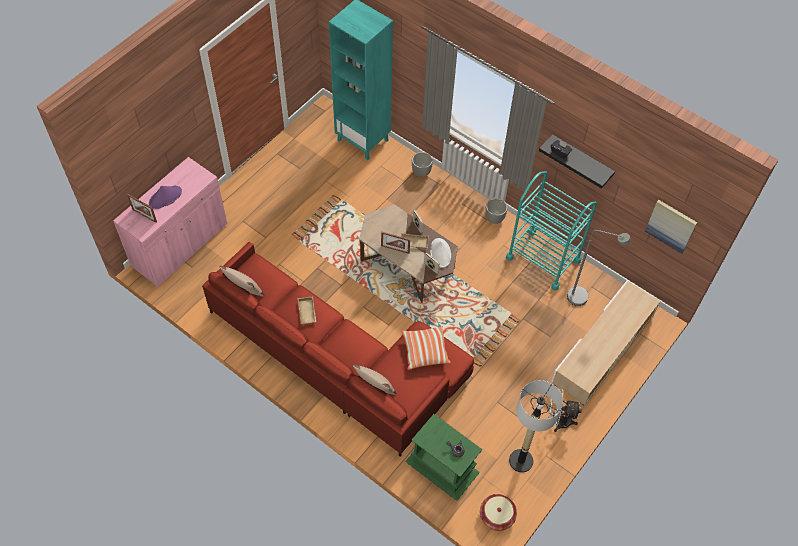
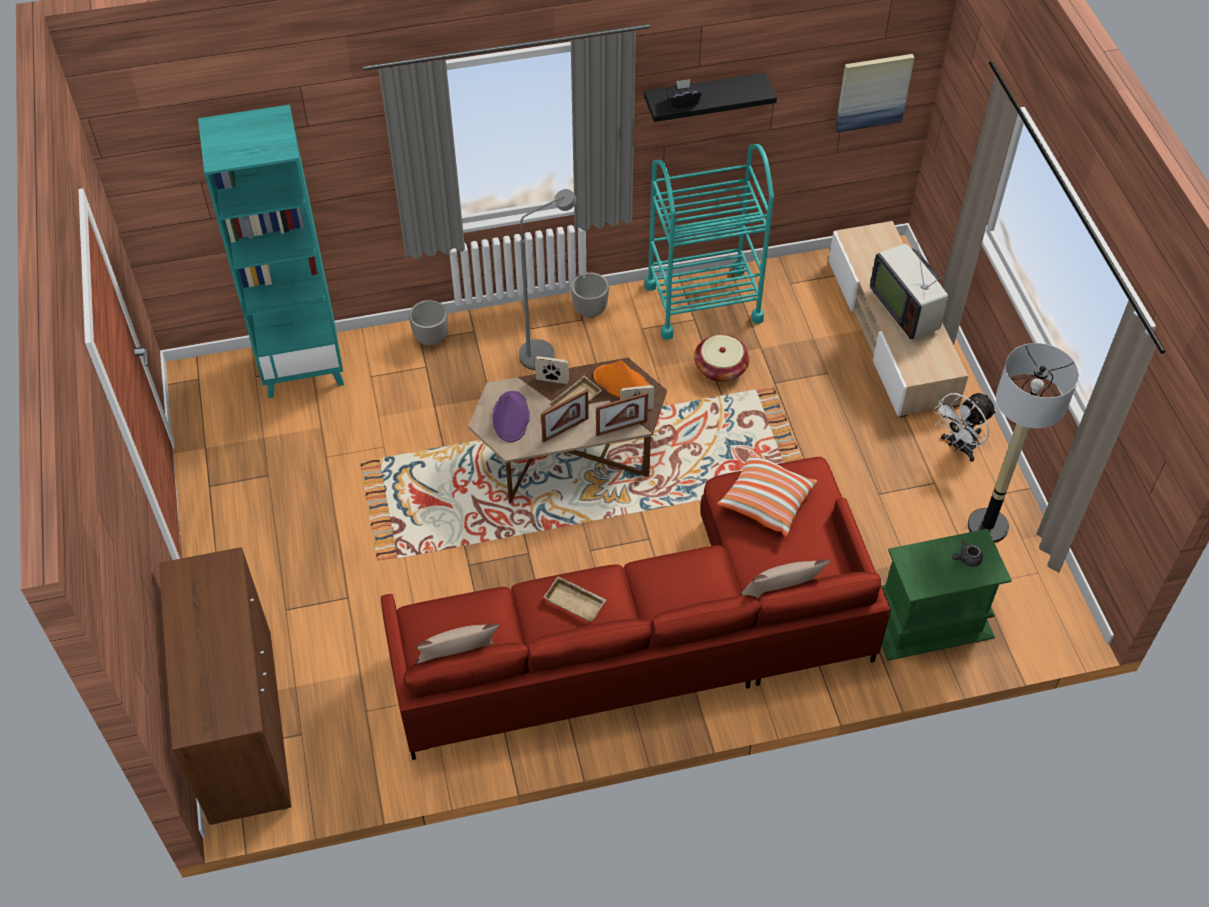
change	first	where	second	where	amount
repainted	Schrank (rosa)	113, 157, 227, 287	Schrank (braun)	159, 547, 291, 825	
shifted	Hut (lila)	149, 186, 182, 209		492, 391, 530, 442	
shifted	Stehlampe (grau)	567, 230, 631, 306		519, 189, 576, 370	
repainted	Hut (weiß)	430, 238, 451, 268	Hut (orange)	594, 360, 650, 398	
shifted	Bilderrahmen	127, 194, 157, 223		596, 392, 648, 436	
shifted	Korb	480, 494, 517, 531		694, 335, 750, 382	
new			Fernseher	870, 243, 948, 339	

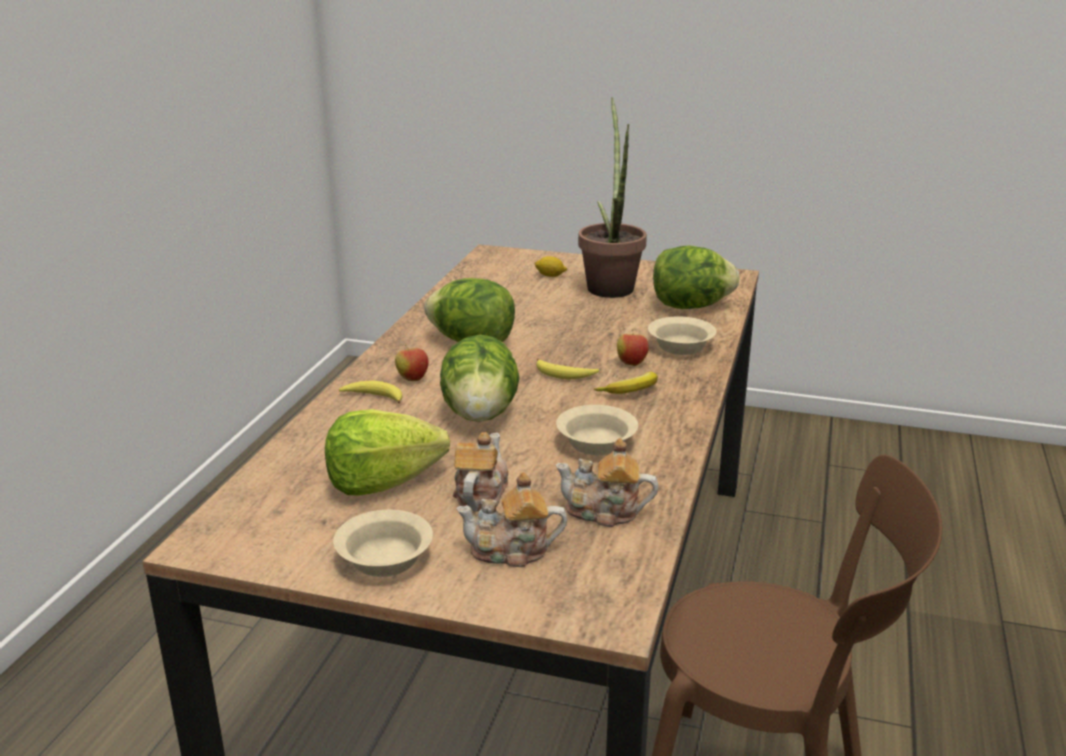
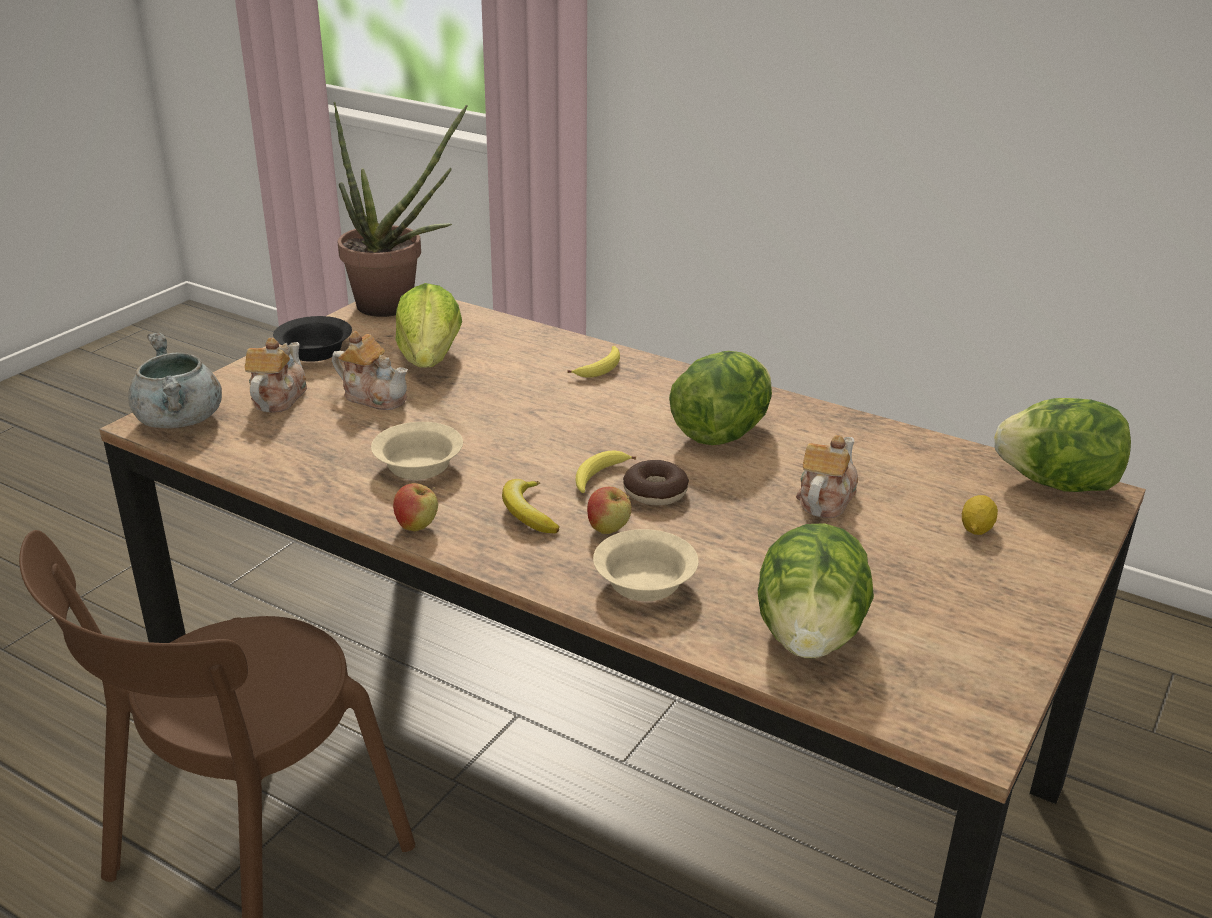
change	first	where	second	where	amount
new			Kochtopf (grau)	128, 333, 222, 428	
repainted	Schüssel (beige)	333, 510, 433, 577	Schüssel (schwarz)	273, 316, 352, 362	
shifted	Topfpflanze	578, 97, 647, 298		334, 102, 468, 317	
shifted	Apfel	395, 344, 429, 381		393, 483, 438, 531	
new			Donut	623, 460, 689, 505	
shifted	Teekanne	555, 438, 658, 527		796, 435, 858, 518	
shifted	Salatkopf	440, 335, 520, 422		994, 398, 1131, 492	

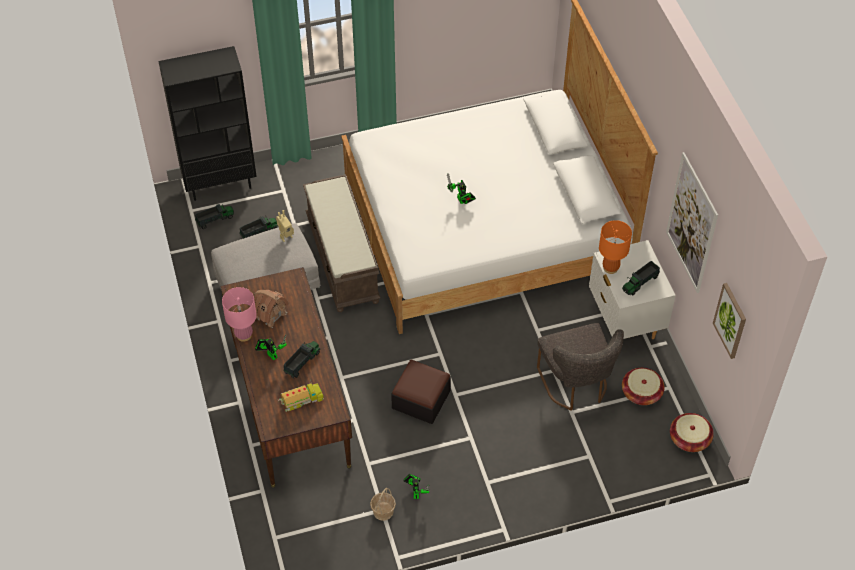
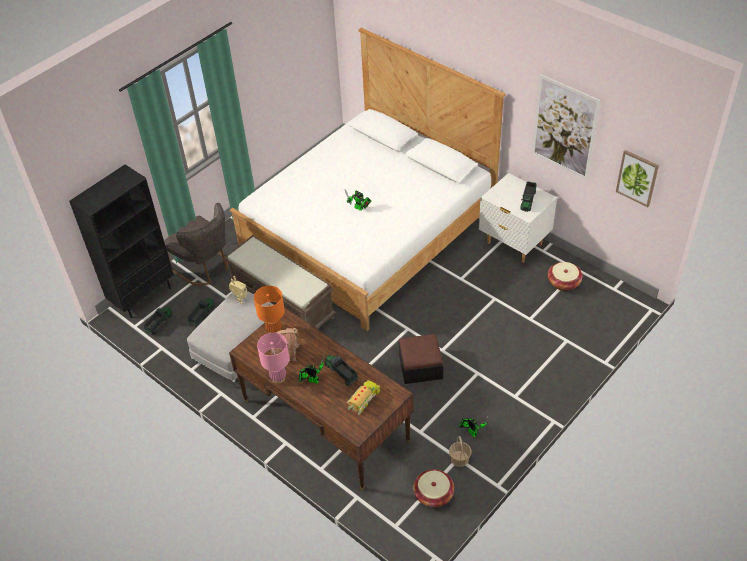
change	first	where	second	where	amount
shifted	Stuhl (grau)	537, 323, 624, 411		164, 203, 228, 285	
shifted	Tischlampe (orange)	599, 220, 632, 274		254, 286, 285, 333	
rotated	Spielzeuglaster	283, 341, 320, 378		325, 355, 358, 386	45 degrees counterclockwise
shifted	Korb	670, 413, 714, 452		413, 469, 454, 507	

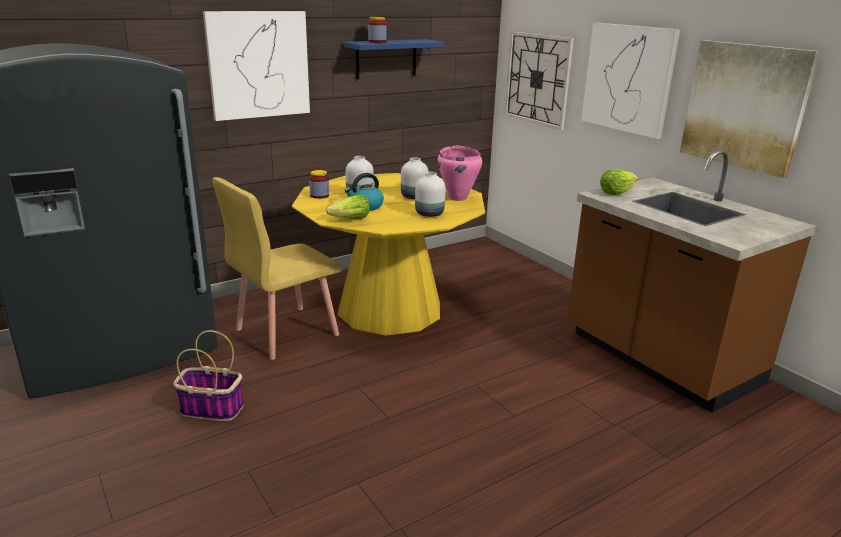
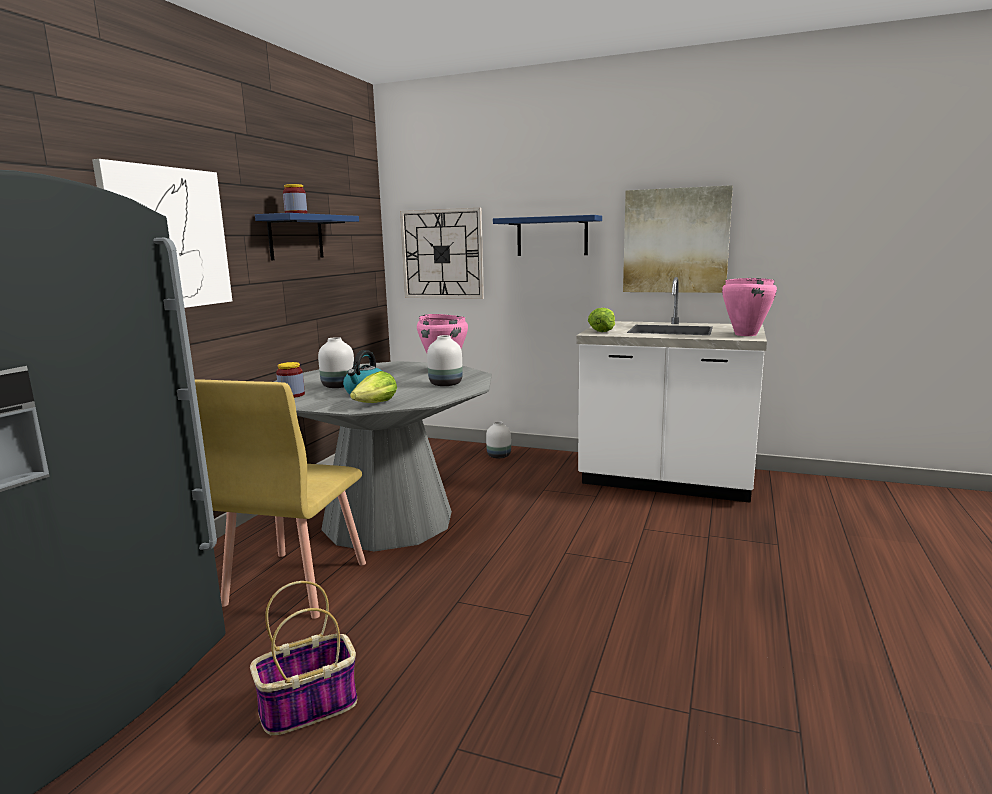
change	first	where	second	where	amount
repainted	Esstisch (gelb)	292, 173, 485, 336	Esstisch (grau)	274, 361, 492, 552	
shifted	Vase (weiß)	401, 157, 429, 199		486, 421, 511, 458	
swapped	Bild	581, 23, 680, 139	Wandregal (blau)	493, 215, 602, 256	
repainted	Küchenzeile (braun)	567, 150, 816, 413	Küchenzeile (weiß)	576, 277, 767, 503	
new			Kochtopf (rosa)	722, 278, 777, 336	

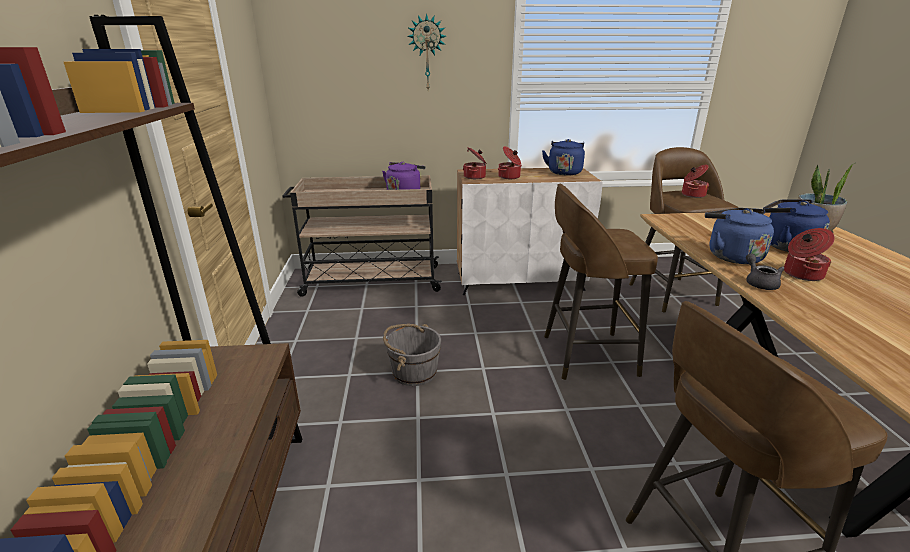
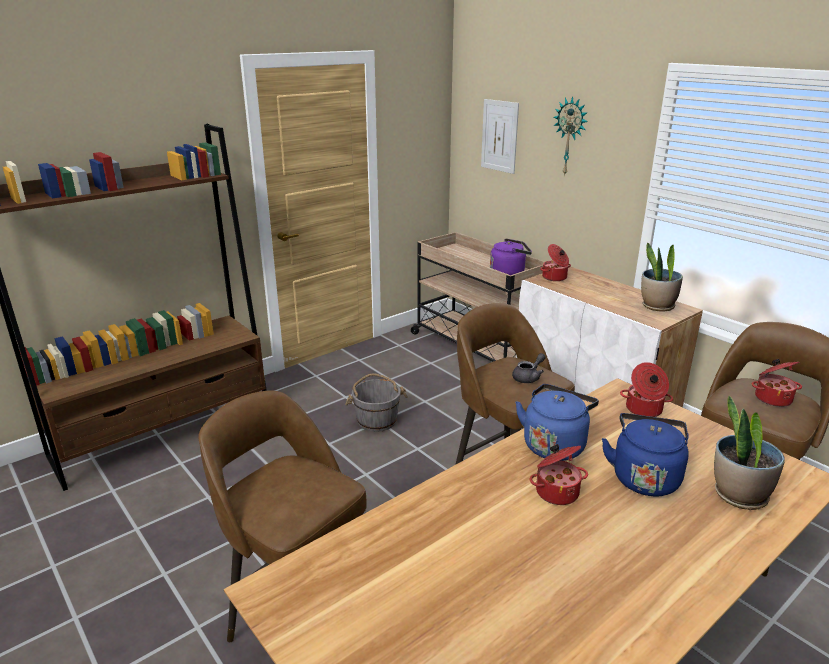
change	first	where	second	where	amount
new			Bild	481, 99, 519, 174	
shifted	Teekanne (grau)	746, 253, 785, 290		512, 353, 546, 383	
shifted	Kochtopf	498, 146, 522, 179		620, 362, 673, 417	
swapped	Wasserkessel (blau)	542, 139, 585, 176	Topfpflanze	641, 242, 683, 312	

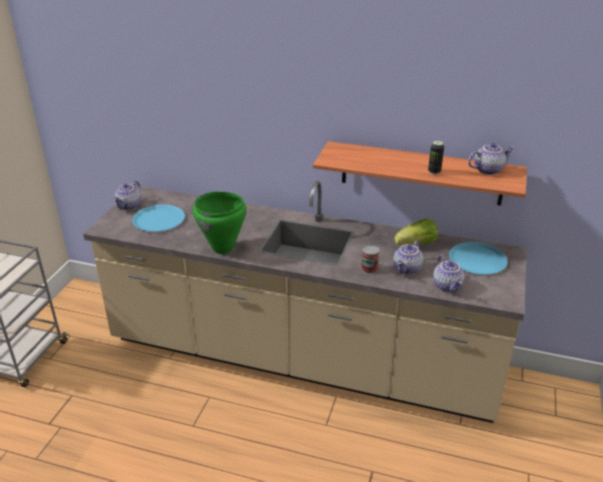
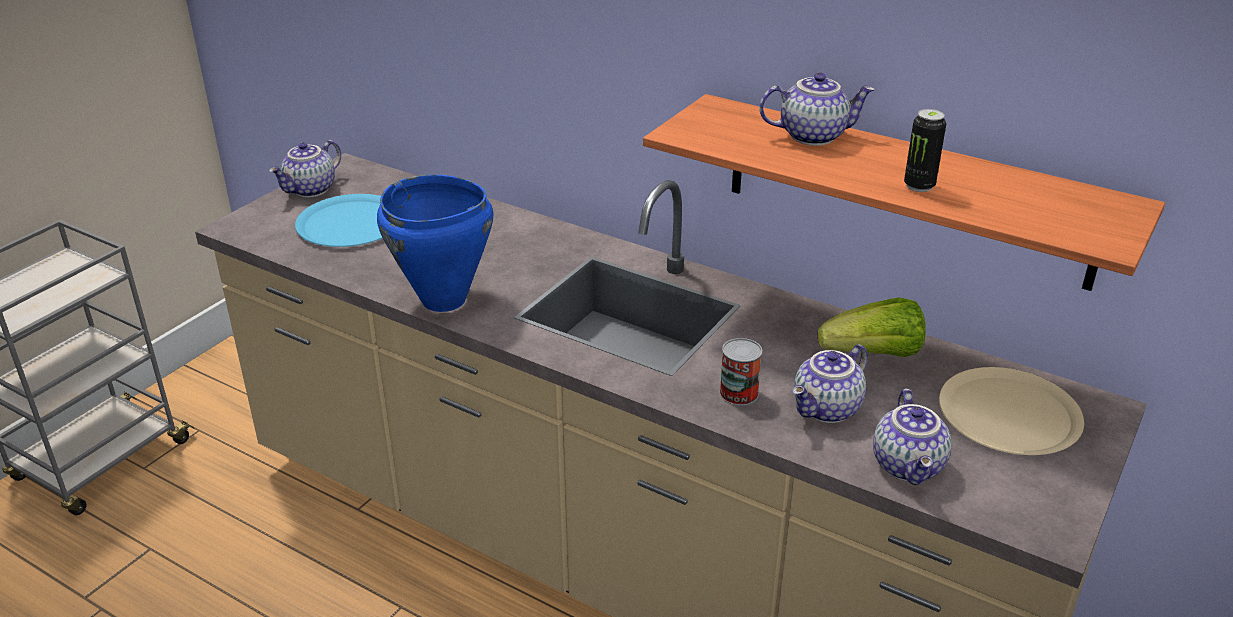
change	first	where	second	where	amount
repainted	Kochtopf (grün)	193, 191, 247, 254	Kochtopf (blau)	377, 175, 494, 312	
shifted	Teekanne	468, 143, 514, 175		759, 72, 875, 146	
repainted	Teller (blau)	449, 242, 508, 275	Teller (beige)	939, 367, 1084, 455	

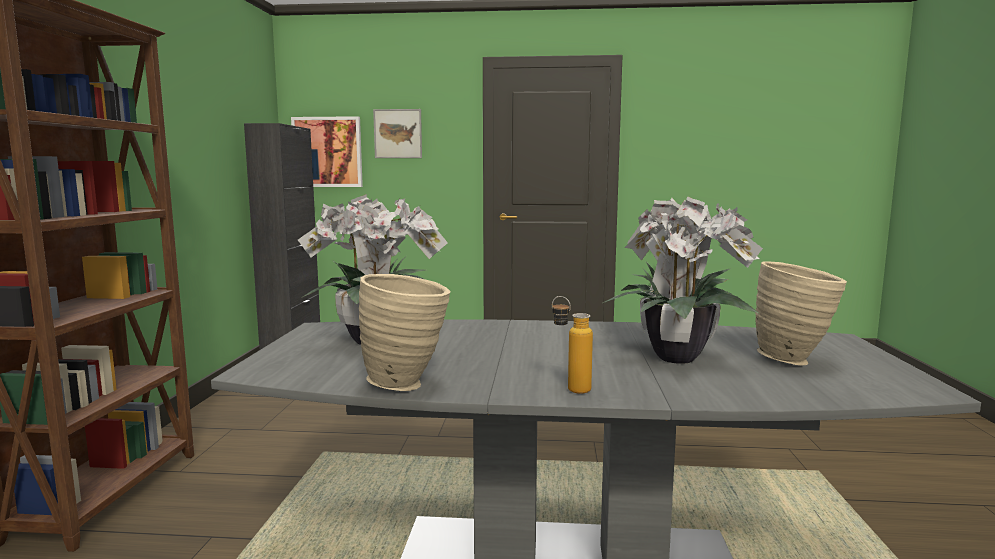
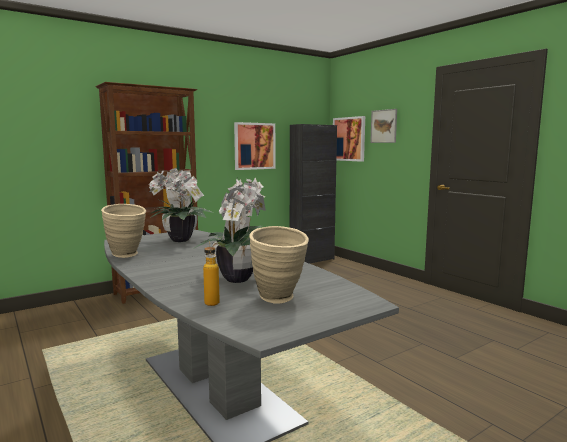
change	first	where	second	where	amount
shifted	Flasche	552, 296, 593, 394		203, 242, 220, 306	
new			Bild	234, 122, 275, 170	

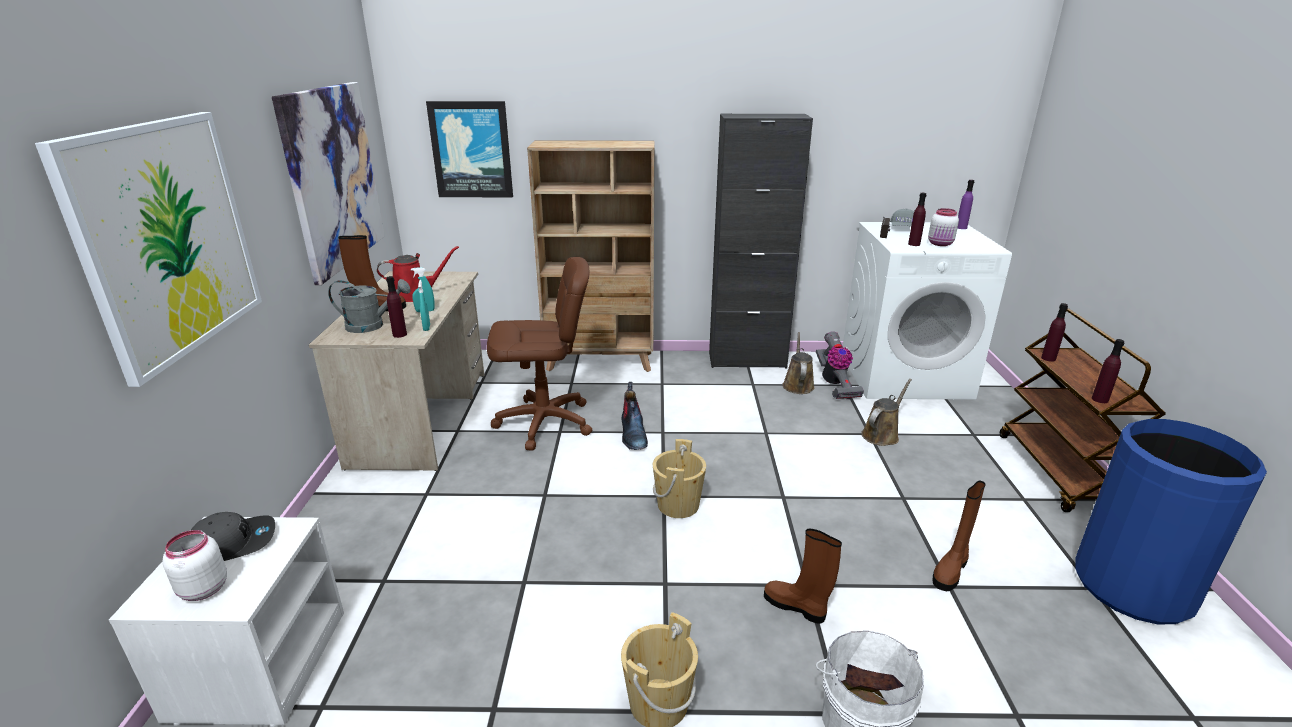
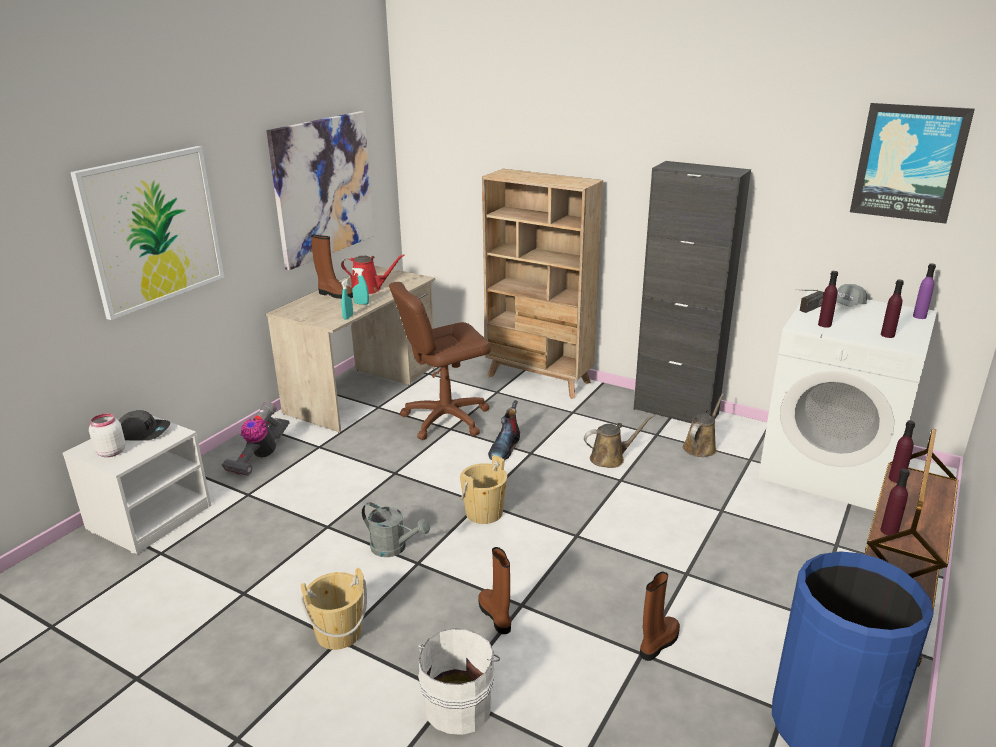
change	first	where	second	where	amount
shifted	Staubsauger	816, 331, 864, 399		222, 402, 289, 476	
shifted	Gießkanne (grau)	328, 279, 411, 333		362, 502, 430, 557	
rotated	Bürostuhl (braun)	487, 257, 592, 451		389, 282, 491, 440	135 degrees clockwise
shifted	Gießkanne (braun)	861, 379, 912, 446		584, 415, 654, 468	
rotated	Stiefel (braun)	933, 481, 985, 591		640, 572, 680, 661	150 degrees clockwise
shifted	Bild	426, 101, 513, 197		850, 103, 975, 224	
shifted	Flasche (lila)	386, 276, 407, 338		881, 280, 904, 338	
gone	Vorratsglas (weiß)	928, 208, 959, 246			

